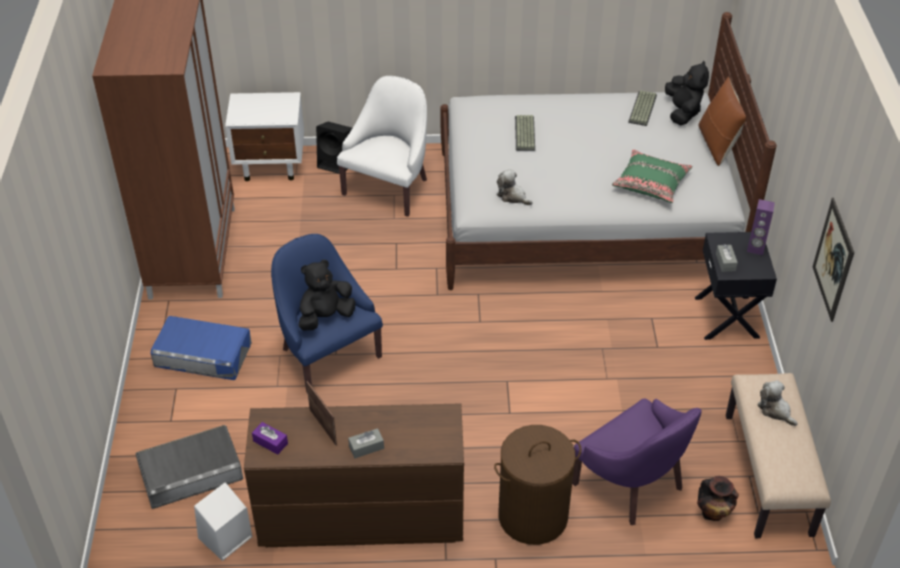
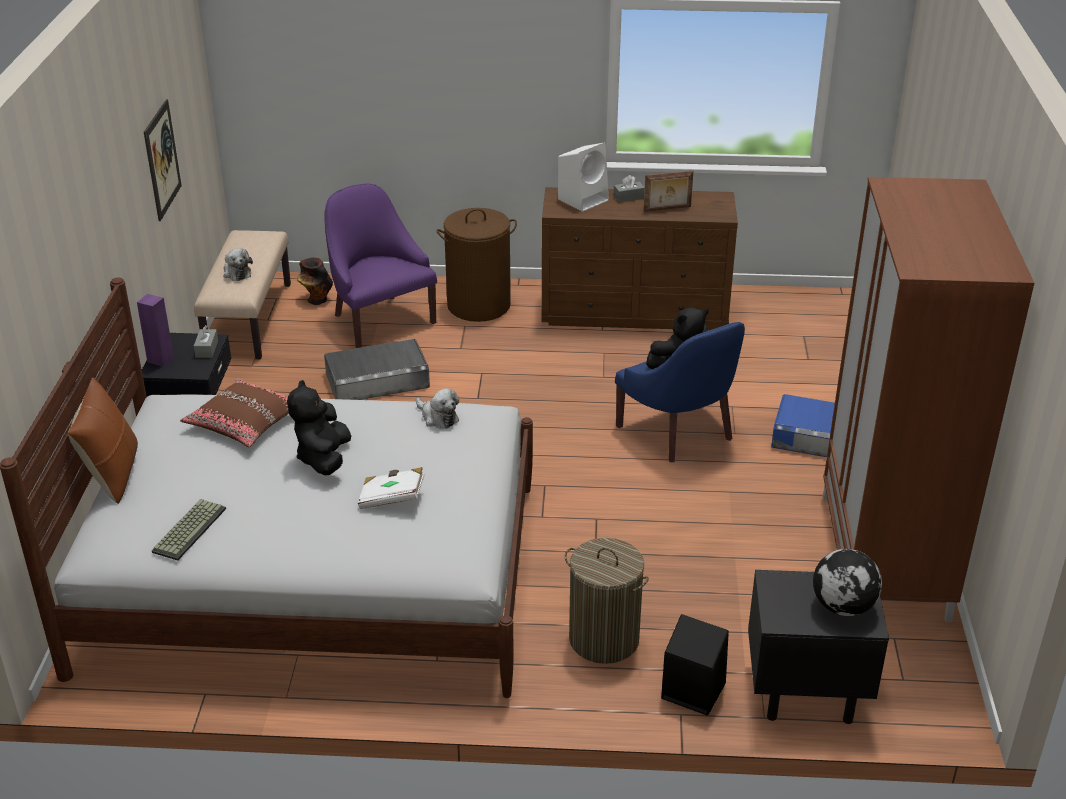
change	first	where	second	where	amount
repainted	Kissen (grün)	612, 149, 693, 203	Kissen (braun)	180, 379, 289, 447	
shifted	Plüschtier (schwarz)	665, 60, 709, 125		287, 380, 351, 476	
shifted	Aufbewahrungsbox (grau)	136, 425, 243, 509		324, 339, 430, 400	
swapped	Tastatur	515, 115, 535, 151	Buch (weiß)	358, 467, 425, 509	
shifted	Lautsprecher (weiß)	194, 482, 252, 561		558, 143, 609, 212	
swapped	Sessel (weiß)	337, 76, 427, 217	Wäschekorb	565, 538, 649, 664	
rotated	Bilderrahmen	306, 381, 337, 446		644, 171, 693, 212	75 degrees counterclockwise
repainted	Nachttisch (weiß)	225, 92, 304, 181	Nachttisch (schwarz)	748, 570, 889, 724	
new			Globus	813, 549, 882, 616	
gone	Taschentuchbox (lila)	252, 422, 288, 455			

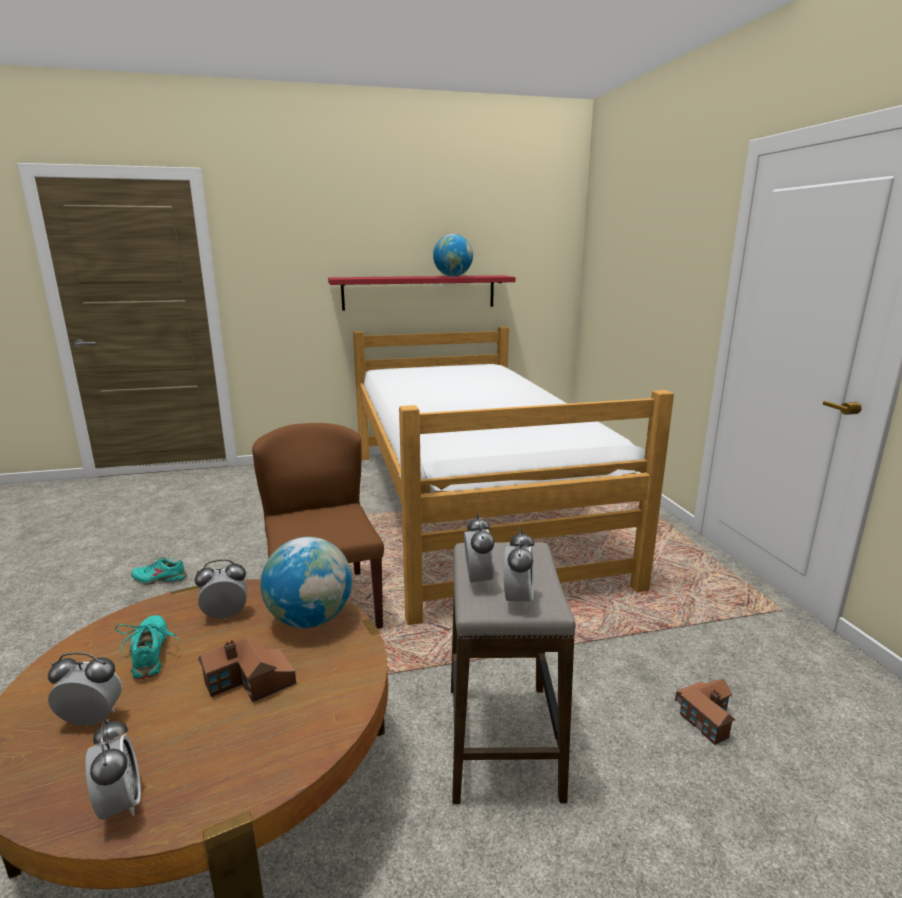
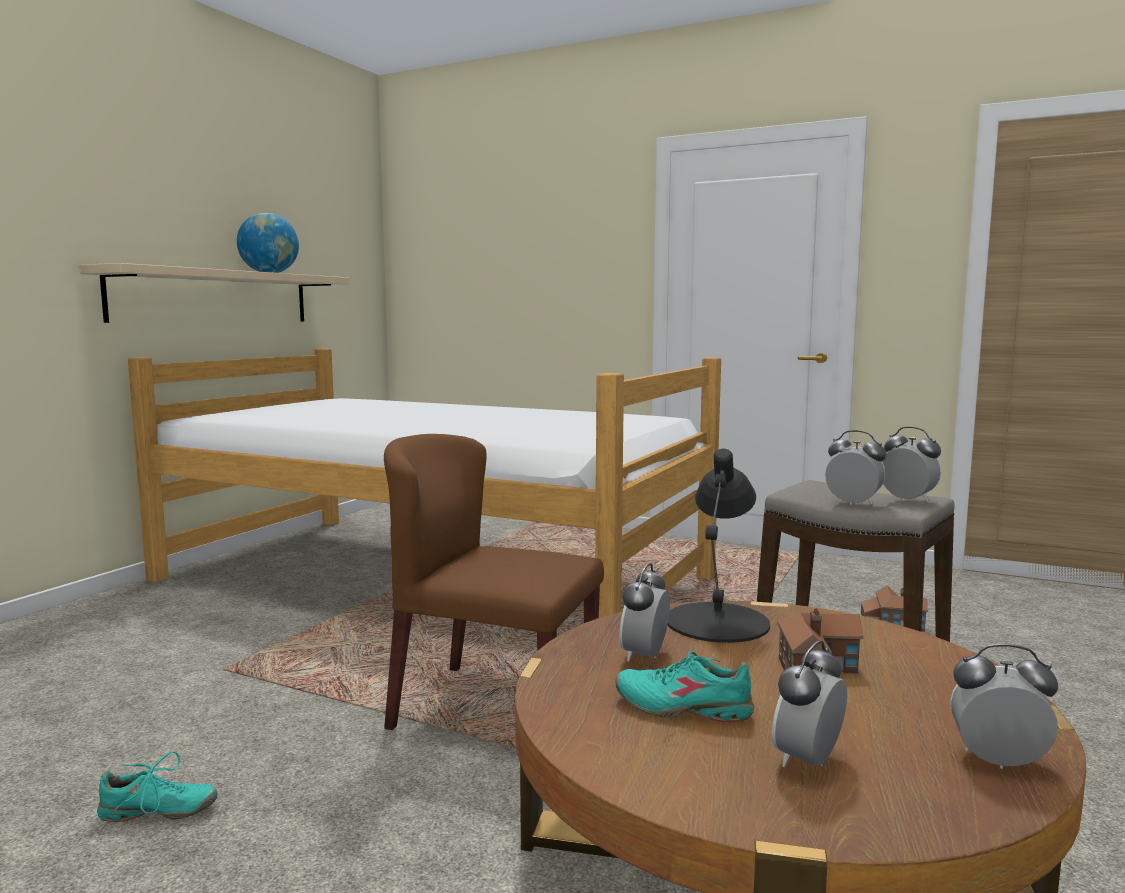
change	first	where	second	where	amount
repainted	Wandregal (rot)	328, 275, 516, 310	Wandregal (beige)	79, 263, 349, 323	
rotated	Schuh (türkis)	131, 558, 187, 585		97, 751, 218, 822	135 degrees counterclockwise
swapped	Globus	261, 537, 352, 628	Tischlampe (schwarz)	668, 449, 770, 643	

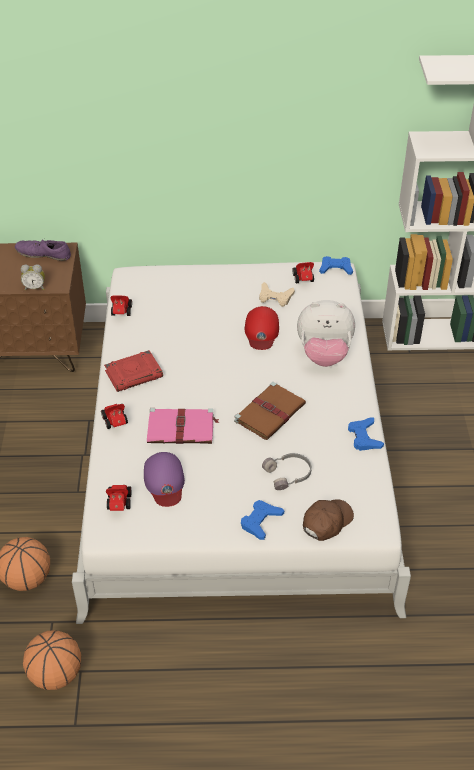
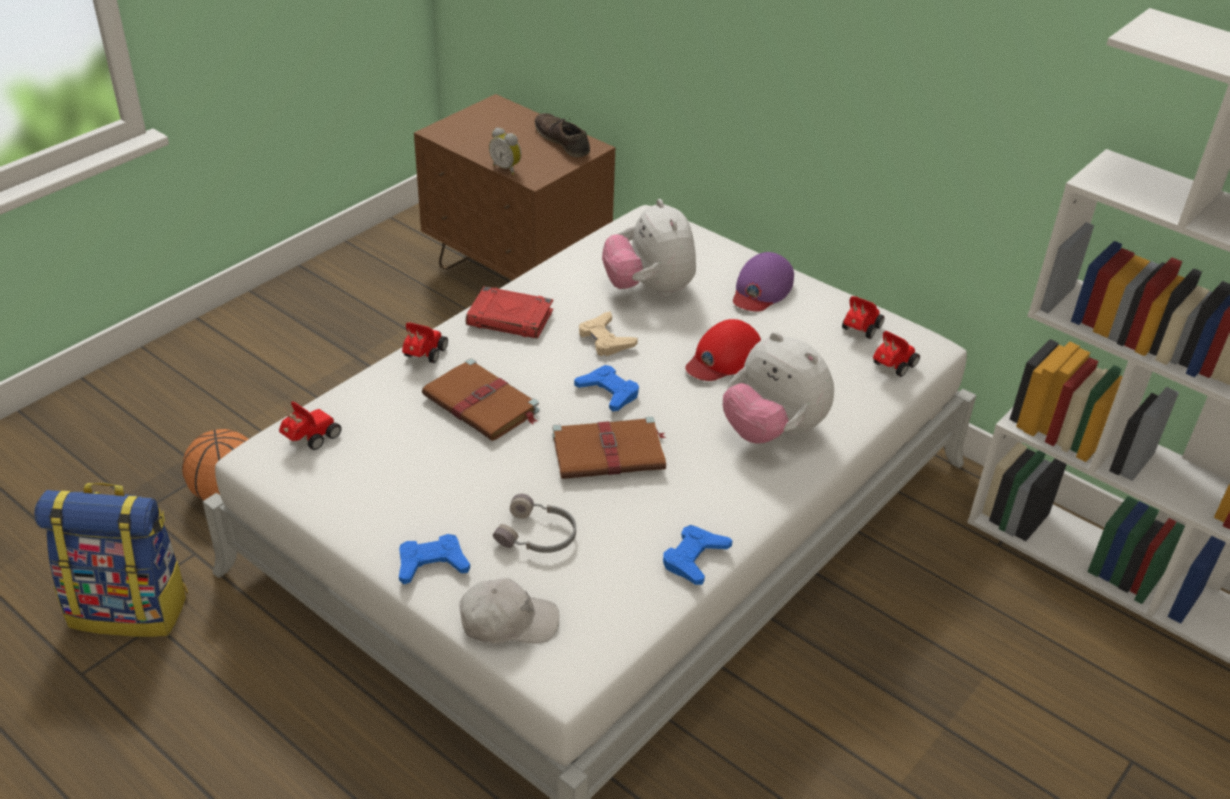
change	first	where	second	where	amount
swapped	Basketball	23, 630, 81, 690	Rucksack	34, 483, 188, 637	
repainted	Buch (rosa)	147, 408, 219, 444	Buch (braun)	422, 358, 539, 441	
repainted	Kappe (braun)	303, 499, 354, 541	Kappe (weiß)	459, 578, 559, 644	
repainted	Schuh (lila)	15, 239, 71, 261	Schuh (braun)	535, 113, 590, 158	
shifted	Gamepad (blau)	319, 256, 353, 275		574, 365, 639, 411	
shifted	Gamepad (beige)	259, 282, 295, 307		579, 311, 638, 356	
new			Plüschtier	602, 199, 696, 297	
shifted	Kappe (lila)	144, 452, 185, 507		733, 252, 794, 312	
shifted	Spielzeugauto	110, 295, 132, 316		873, 331, 920, 377	

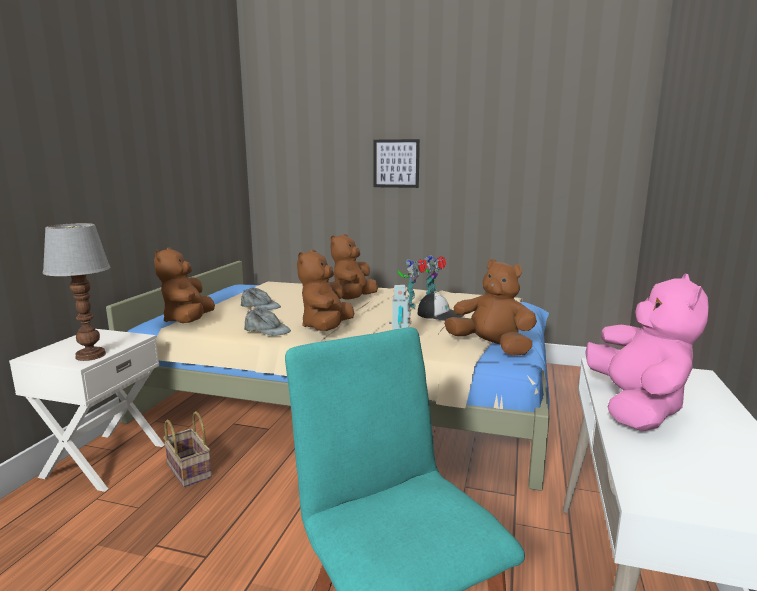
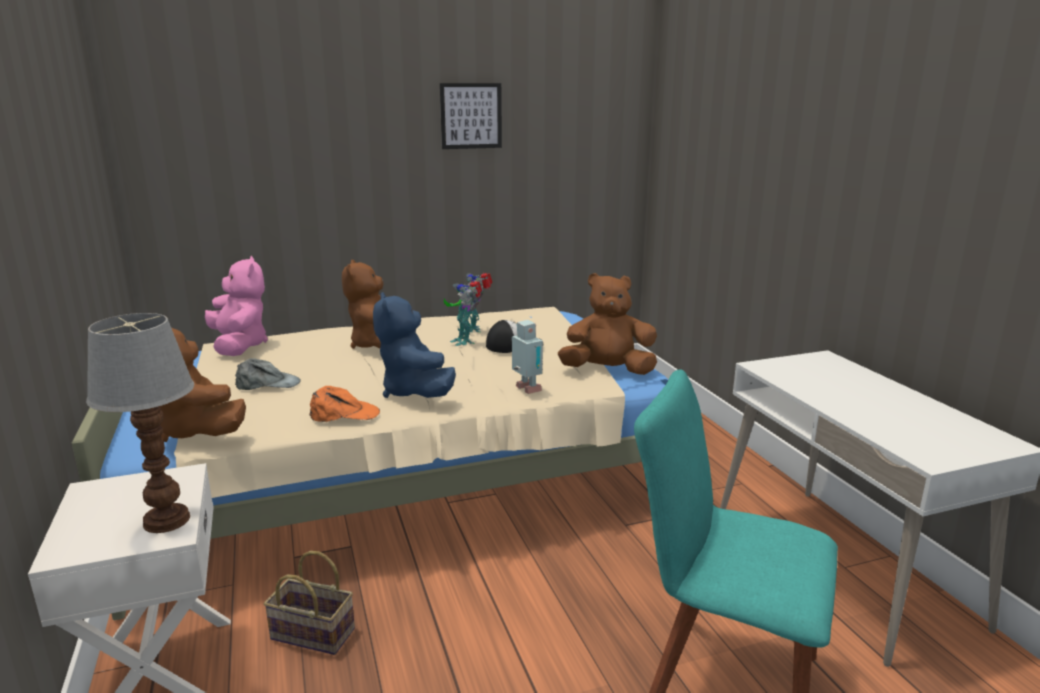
change	first	where	second	where	amount
shifted	Plüschtier (rosa)	585, 274, 709, 431		205, 256, 268, 356	
repainted	Kappe (grau)	244, 308, 291, 336	Kappe (orange)	309, 386, 380, 422	
repainted	Plüschtier (braun)	297, 250, 354, 331	Plüschtier (blau)	373, 292, 456, 398	
shifted	Bild	373, 139, 420, 188		440, 83, 502, 149	

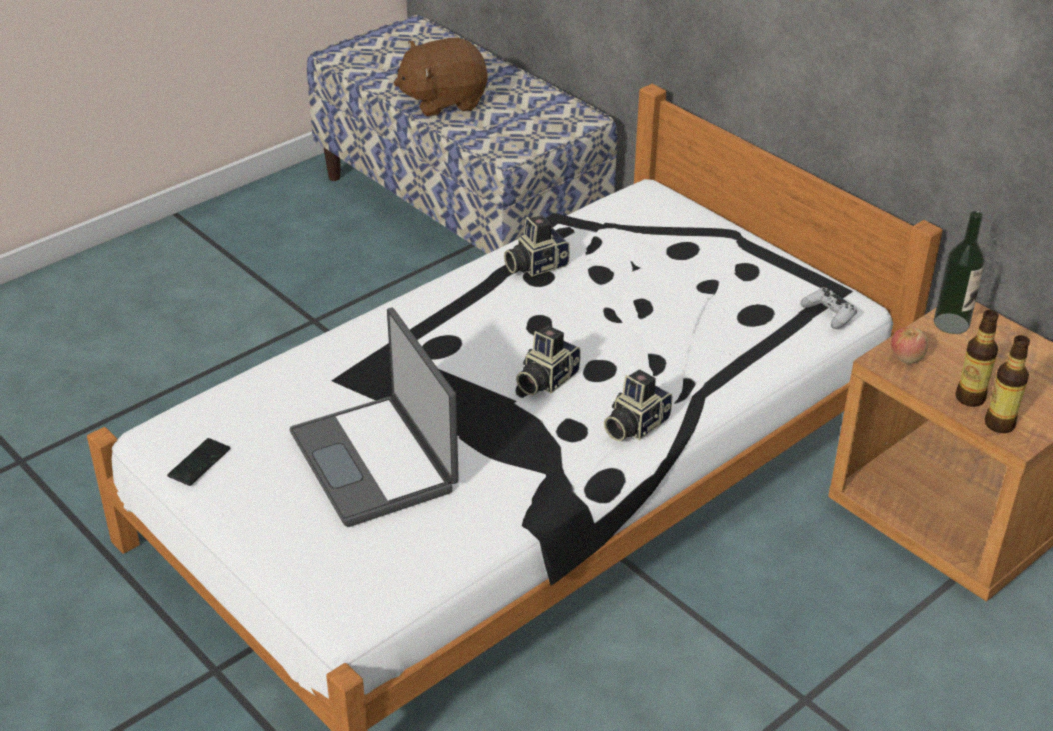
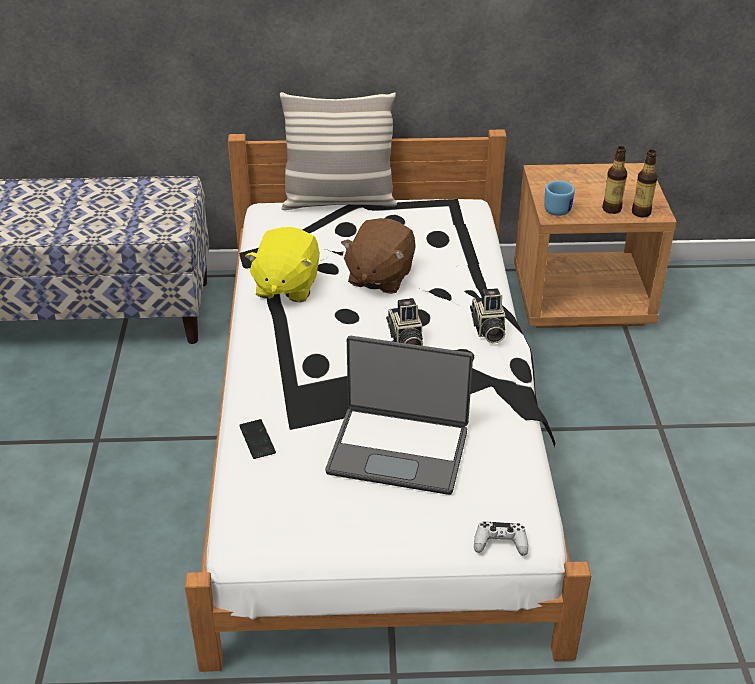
change	first	where	second	where	amount
shifted	Handy	167, 438, 230, 486		239, 419, 276, 459	
swapped	Kamera	504, 215, 570, 277	Plüschtier (gelb)	245, 227, 320, 302	
new			Kissen	280, 92, 397, 210	
shifted	Plüschtier (braun)	394, 38, 487, 117		341, 218, 416, 294	
shifted	Gamepad (weiß)	800, 288, 857, 329		474, 521, 528, 556	
swapped	Apfel	891, 327, 928, 364	Henkelbecher (blau)	544, 181, 575, 216	
gone	Flasche	934, 211, 985, 334			

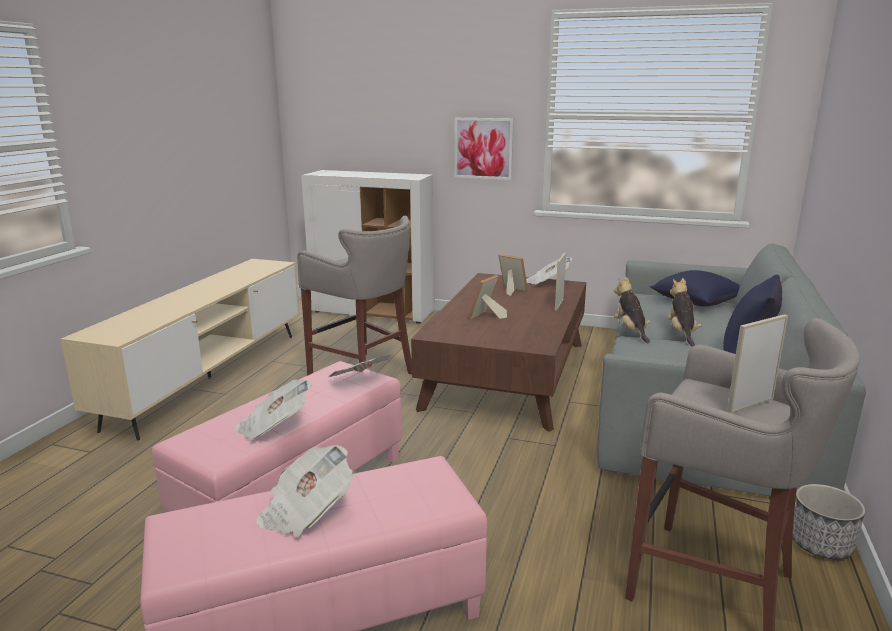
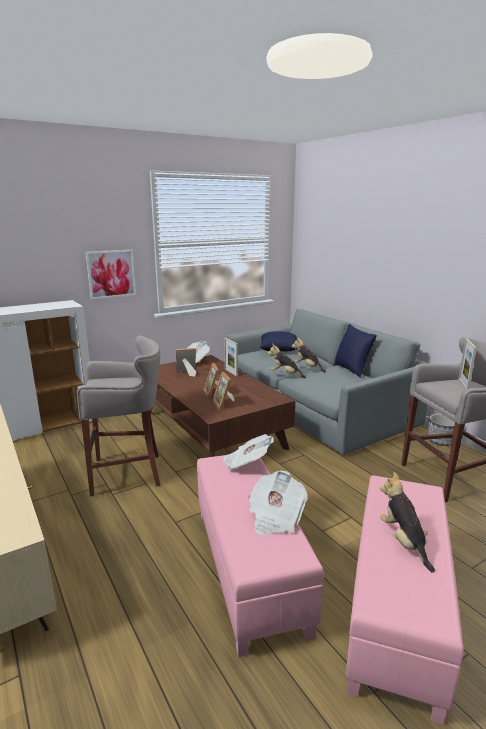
change	first	where	second	where	amount
new			Bilderrahmen	213, 372, 235, 410	
swapped	Zeitung	256, 445, 353, 537	Plüschtier	380, 472, 435, 573	

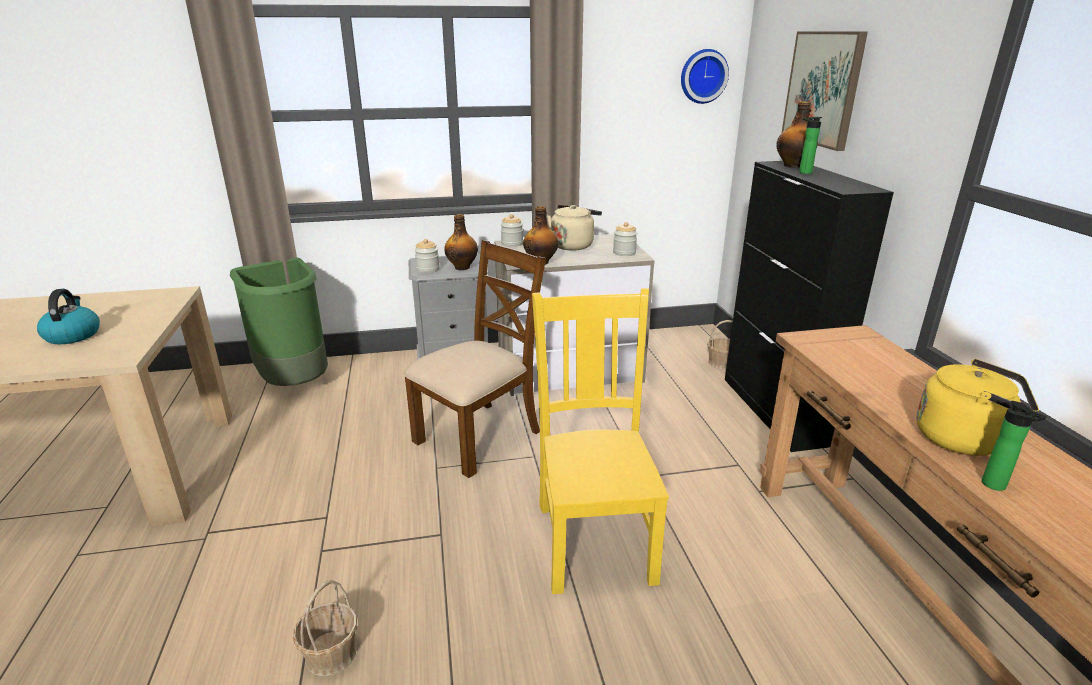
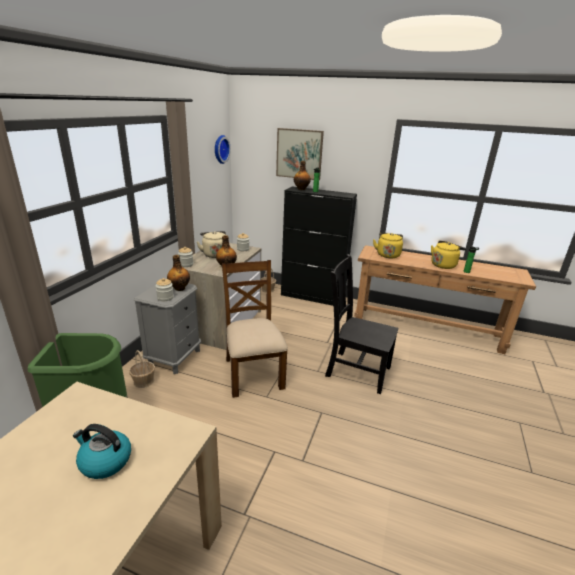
change	first	where	second	where	amount
shifted	Korb	293, 580, 357, 677		129, 350, 155, 388	
repainted	Stuhl (gelb)	532, 288, 669, 594	Stuhl (schwarz)	325, 254, 398, 394	
new			Wasserkessel (gelb)	373, 233, 403, 258	

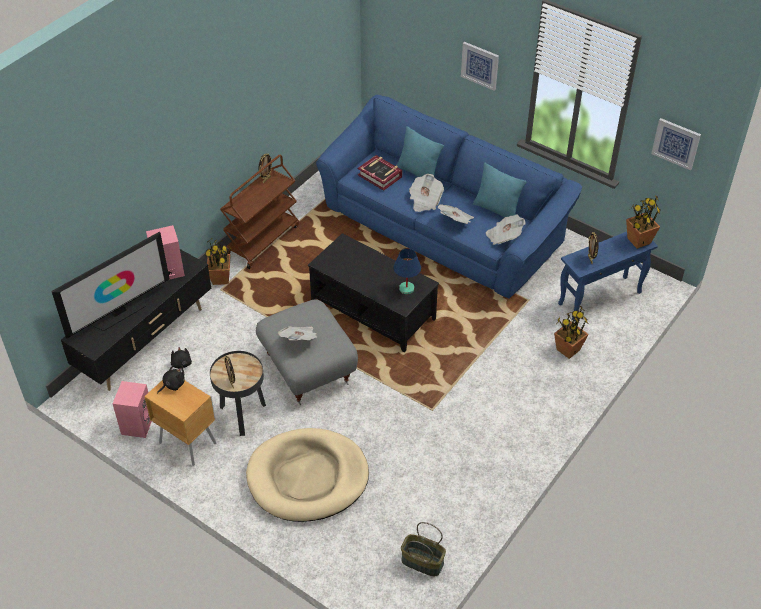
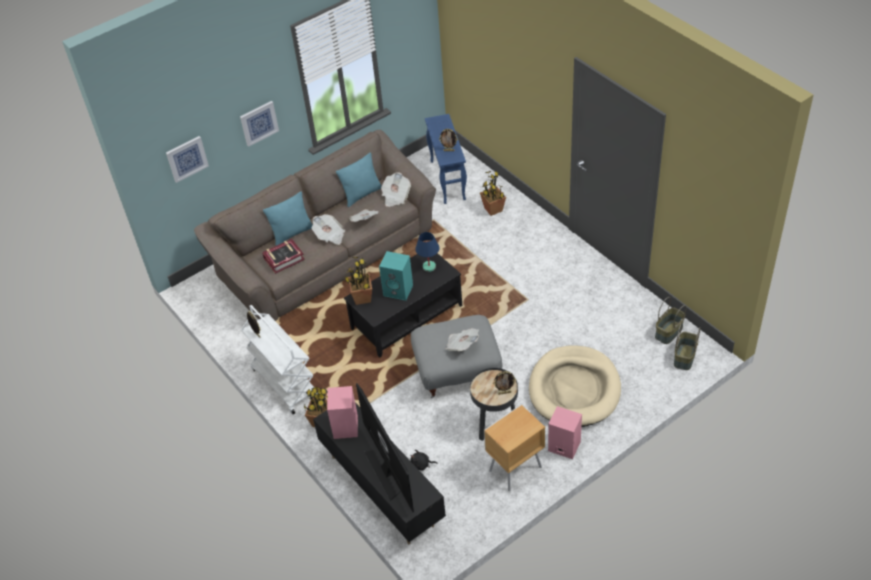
change	first	where	second	where	amount
shifted	Bild	651, 118, 701, 170		166, 136, 209, 183	
repainted	Sofa (blau)	316, 95, 582, 299	Sofa (braun)	194, 130, 436, 321	
repainted	Rollwagen (braun)	220, 155, 299, 269	Rollwagen (weiß)	241, 305, 318, 414	
shifted	Topfpflanze	626, 195, 661, 249		345, 257, 372, 305	
new			Lautsprecher (türkis)	379, 251, 413, 301	
shifted	Lautsprecher (rosa)	113, 381, 152, 438		548, 406, 582, 459	
new			Korb	674, 323, 701, 370	
gone	Plüschtier (schwarz)	157, 365, 185, 393			

